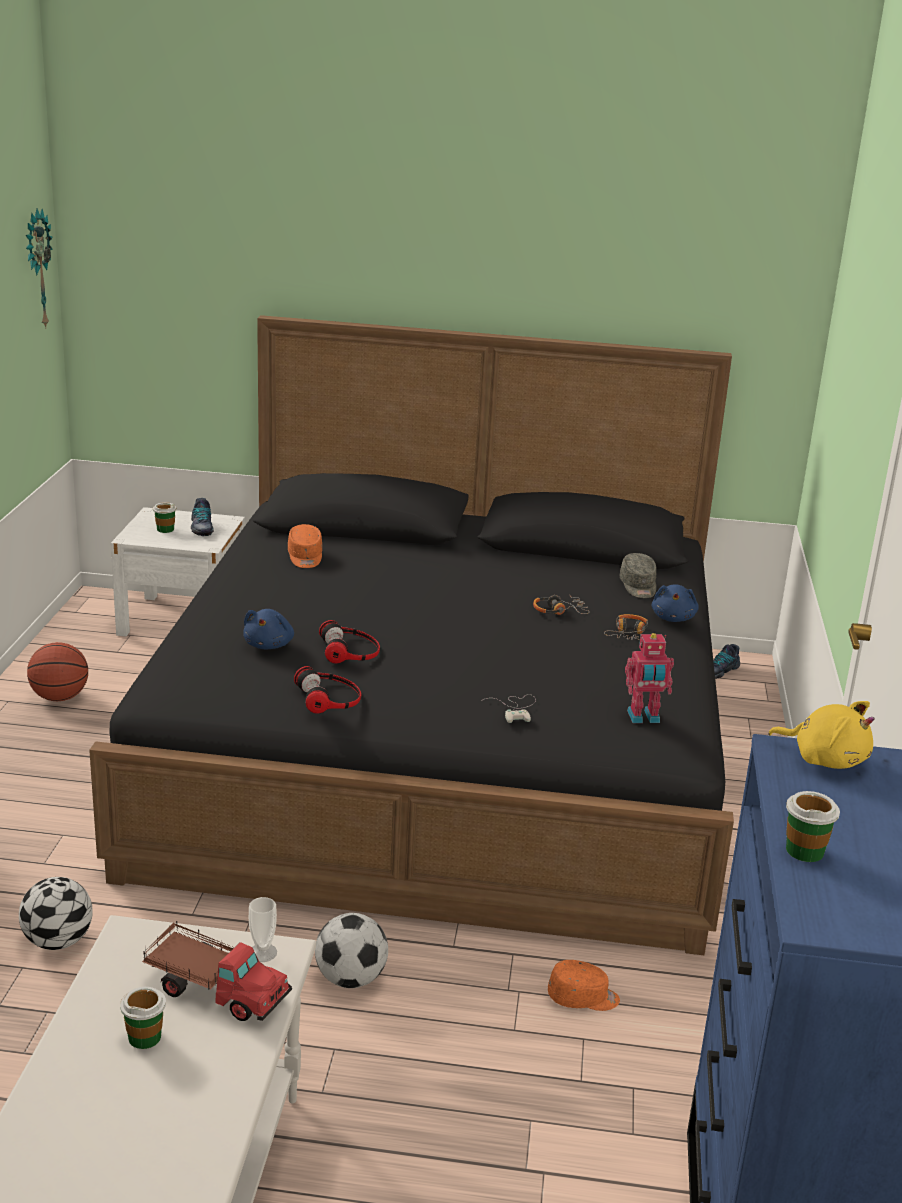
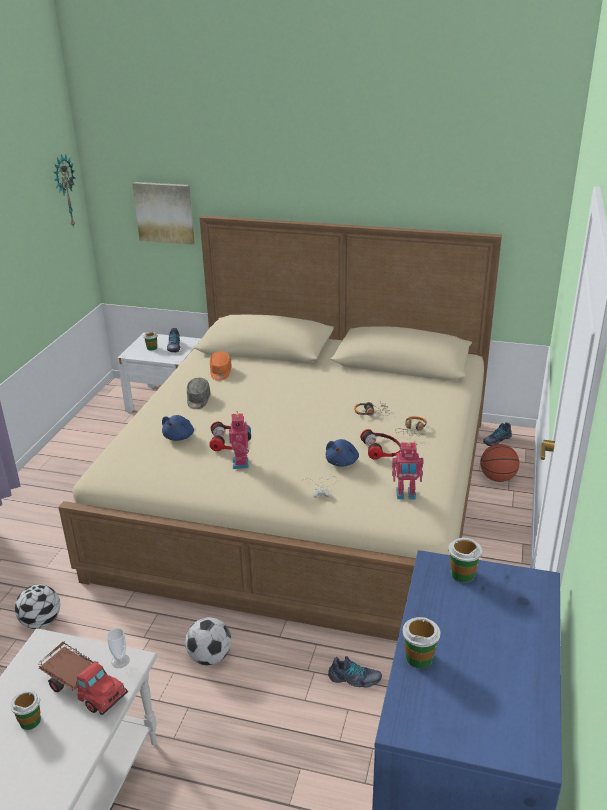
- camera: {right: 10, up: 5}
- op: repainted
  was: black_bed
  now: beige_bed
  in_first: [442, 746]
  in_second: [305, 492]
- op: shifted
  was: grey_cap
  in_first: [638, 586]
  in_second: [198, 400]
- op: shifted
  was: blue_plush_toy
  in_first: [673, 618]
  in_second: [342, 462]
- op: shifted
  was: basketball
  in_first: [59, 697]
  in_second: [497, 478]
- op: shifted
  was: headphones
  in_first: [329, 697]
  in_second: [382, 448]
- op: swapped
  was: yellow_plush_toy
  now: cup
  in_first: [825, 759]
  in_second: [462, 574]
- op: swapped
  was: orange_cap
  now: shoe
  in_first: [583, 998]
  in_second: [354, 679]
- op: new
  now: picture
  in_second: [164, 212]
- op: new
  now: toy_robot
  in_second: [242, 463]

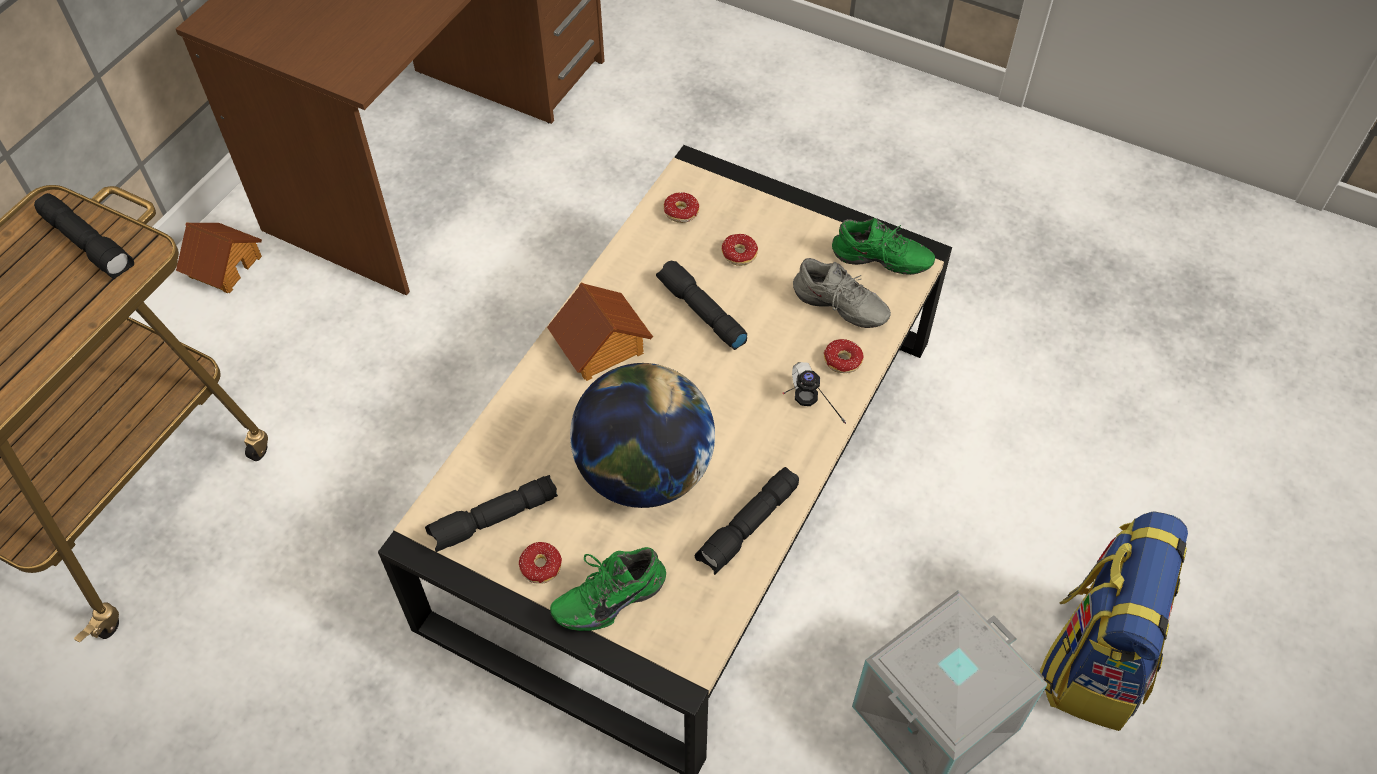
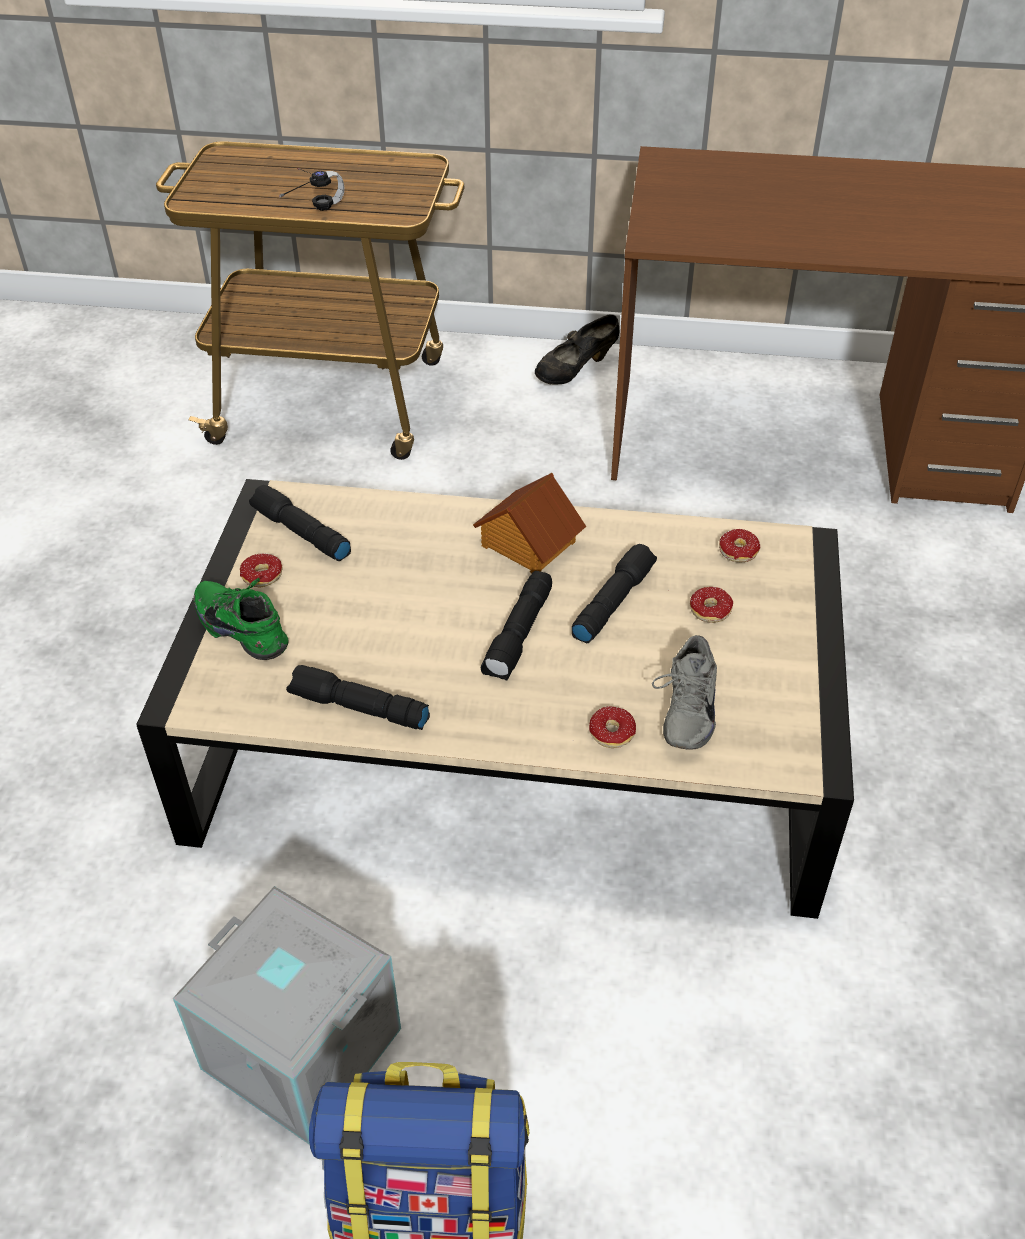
- camera: {right: 70, up: -10}
- op: shifted
  was: black_flashlight
  in_first: [89, 244]
  in_second: [520, 635]
- op: gone
  was: green_shoe
  in_first: [880, 263]
- op: swapped
  was: toy_house
  now: black_shoe
  in_first: [224, 266]
  in_second: [576, 371]
- op: shifted
  was: headphones
  in_first: [804, 414]
  in_second: [308, 209]
- op: gone
  was: globe
  in_first: [644, 472]

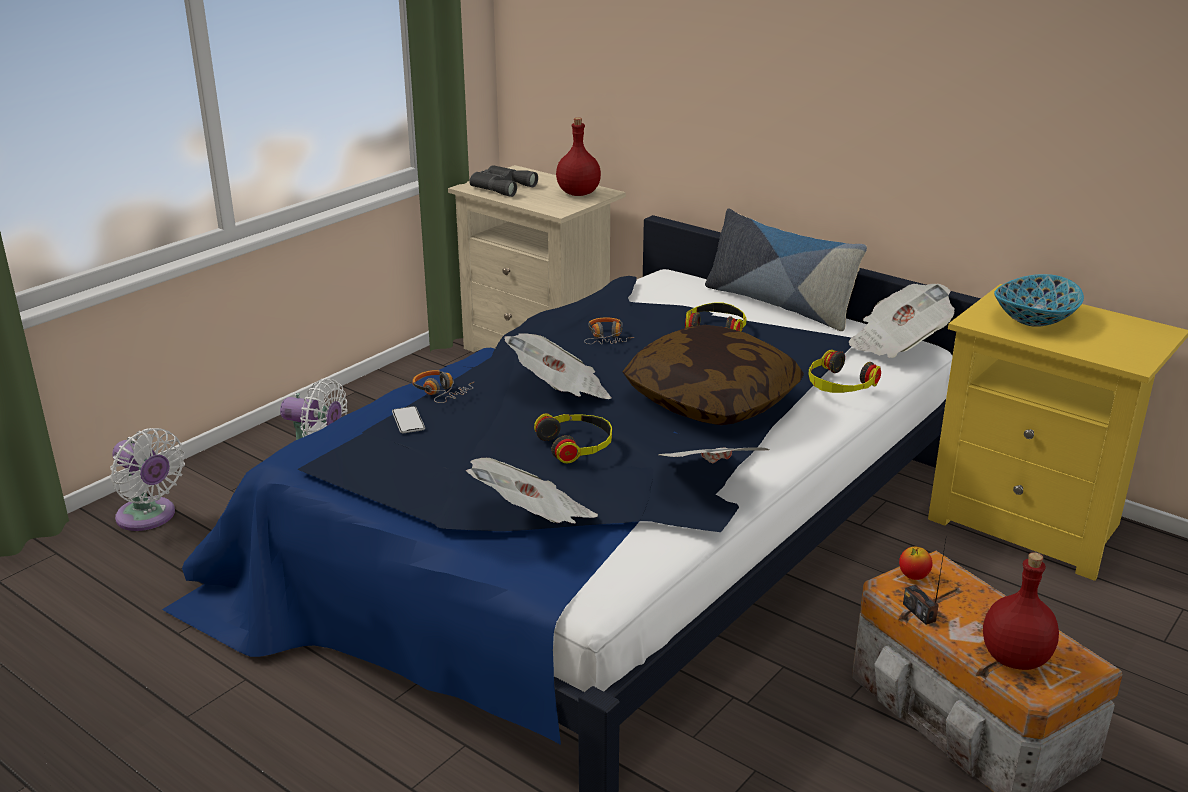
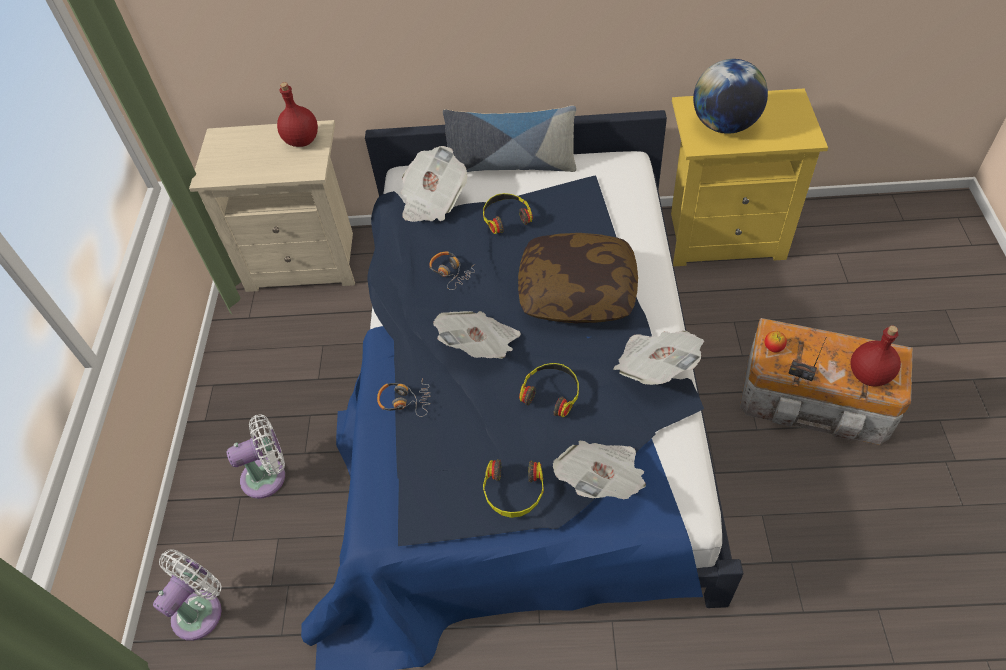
- camera: {right: -35, up: 25}
- op: gone
  was: grey_binoculars
  in_first: [500, 186]
- op: swapped
  was: bowl
  now: globe
  in_first: [1033, 319]
  in_second: [724, 125]
- op: shifted
  was: newspaper
  in_first: [897, 344]
  in_second: [433, 200]
- op: shifted
  was: headphones
  in_first: [839, 384]
  in_second: [513, 492]
- op: gone
  was: phone
  in_first: [408, 421]
- op: rotated
  was: white_fan
  in_first: [149, 517]
  in_second: [201, 610]
  clockwise: -60

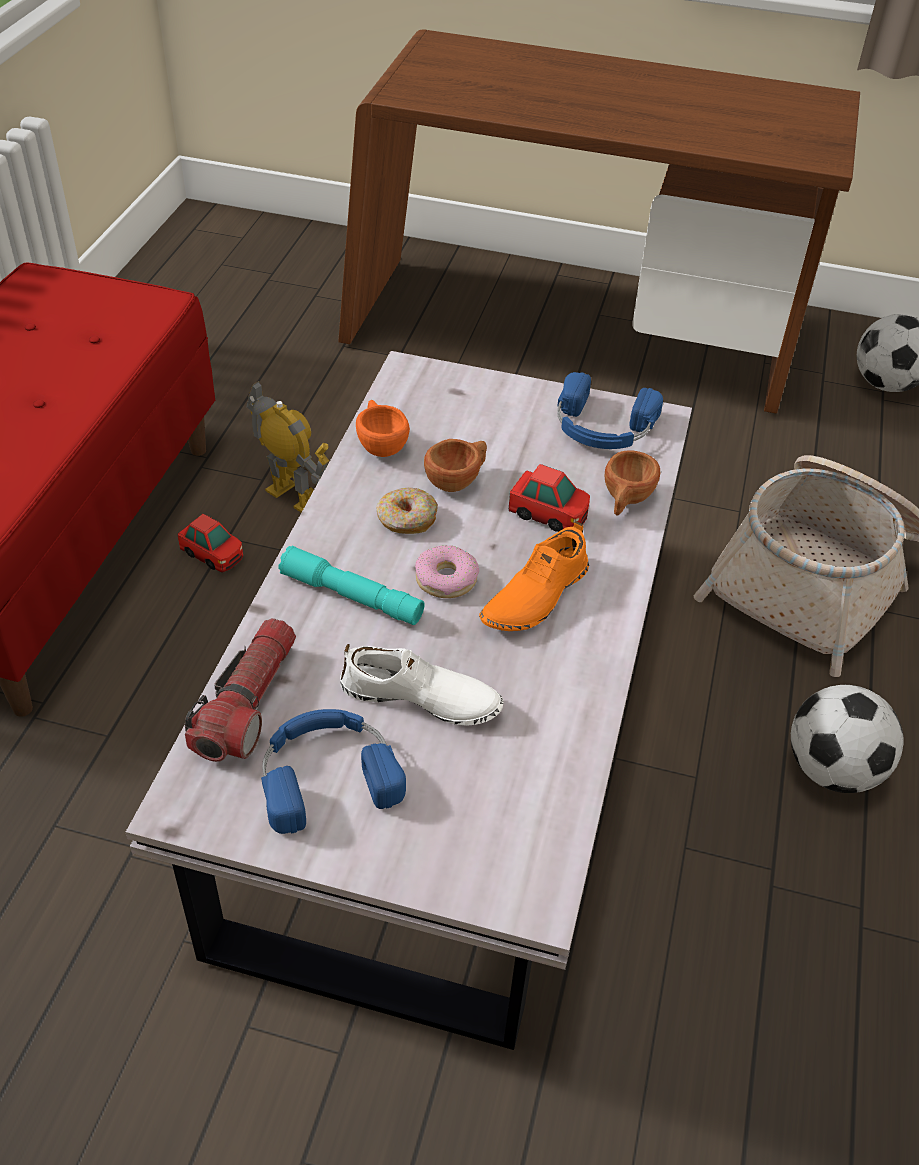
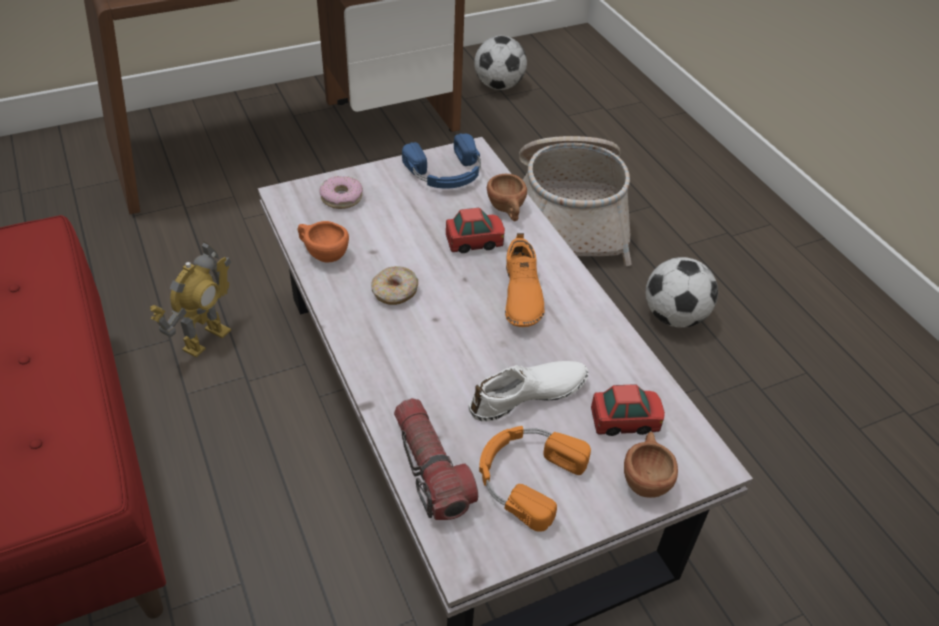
- camera: {right: -40, up: 0}
- op: rotated
  was: toy_robot
  in_first: [293, 497]
  in_second: [206, 339]
  clockwise: 120
- op: shifted
  was: brown_cup
  in_first: [458, 480]
  in_second: [645, 477]
- op: shifted
  was: toy_car
  in_first: [213, 555]
  in_second: [625, 421]
- op: gone
  was: turquoise_flashlight
  in_first: [351, 596]
- op: shifted
  was: donut
  in_first: [446, 579]
  in_second: [341, 198]
- op: repainted
  was: blue_headphones
  now: orange_headphones
  in_first: [326, 773]
  in_second: [526, 476]

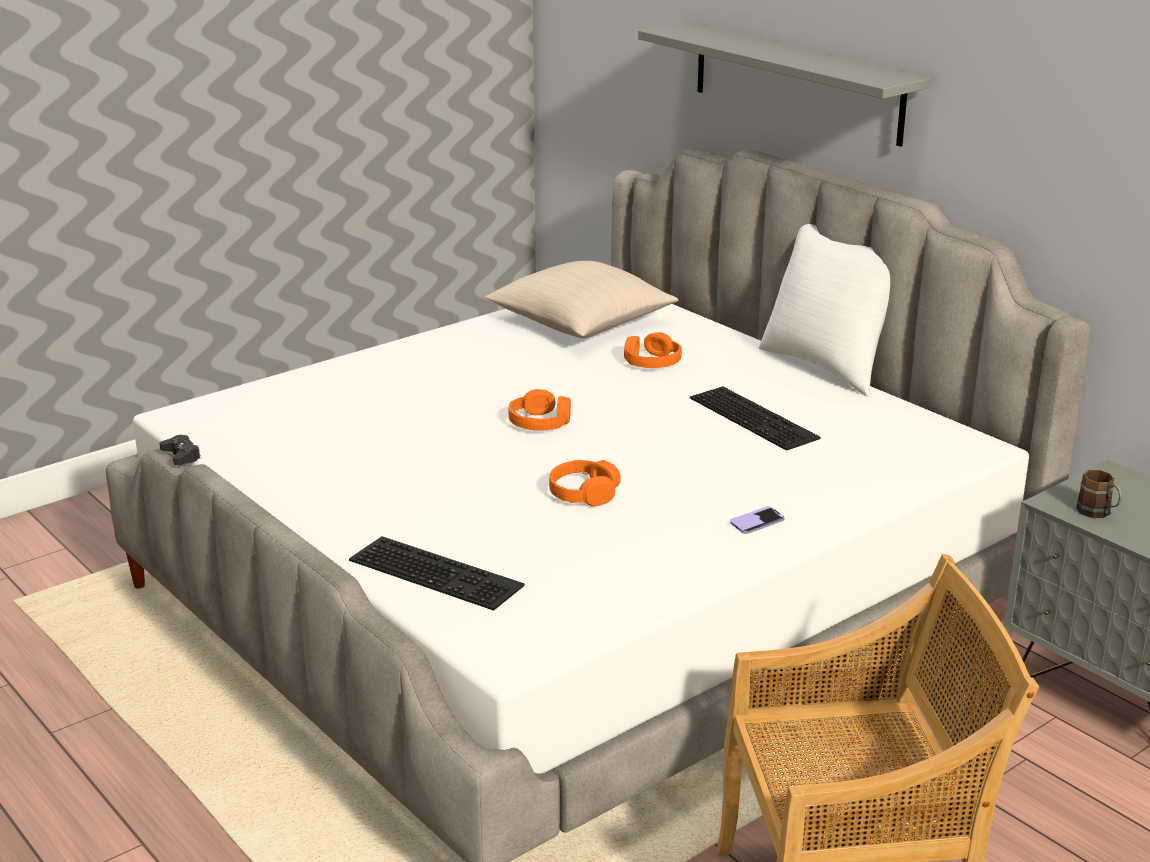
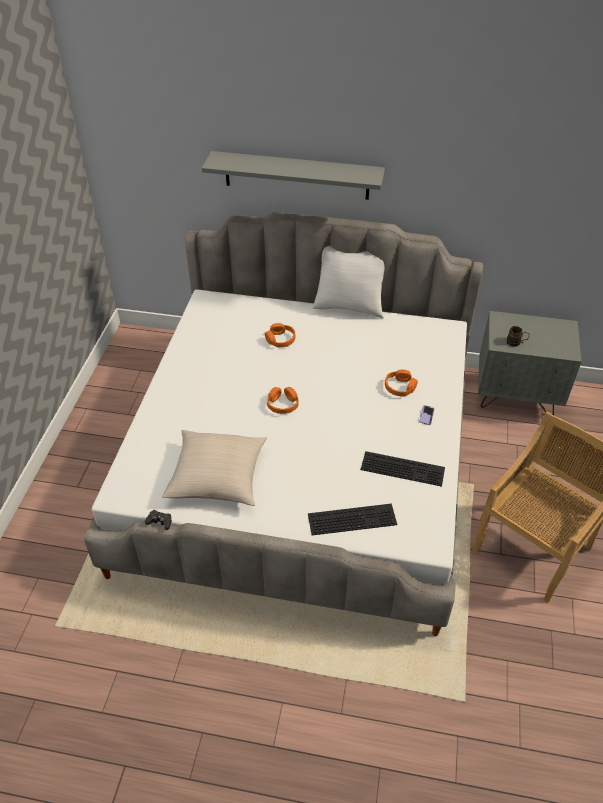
- camera: {right: -40, up: 20}
- op: shifted
  was: beige_pillow
  in_first: [581, 323]
  in_second: [217, 477]
- op: shifted
  was: keyboard
  in_first: [756, 417]
  in_second: [403, 467]
- op: shifted
  was: orange_headphones
  in_first: [583, 493]
  in_second: [400, 387]

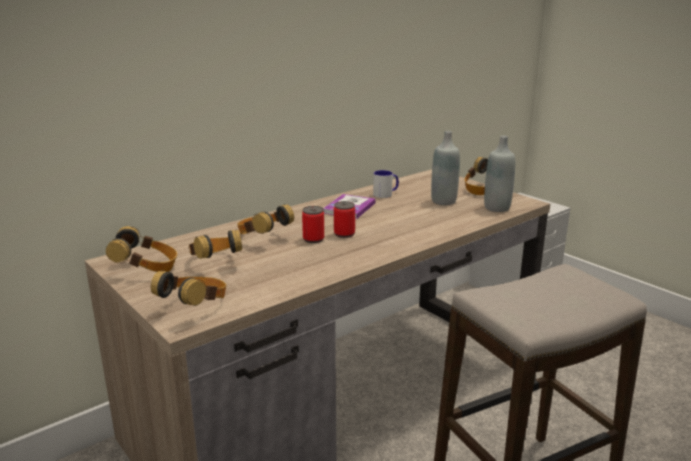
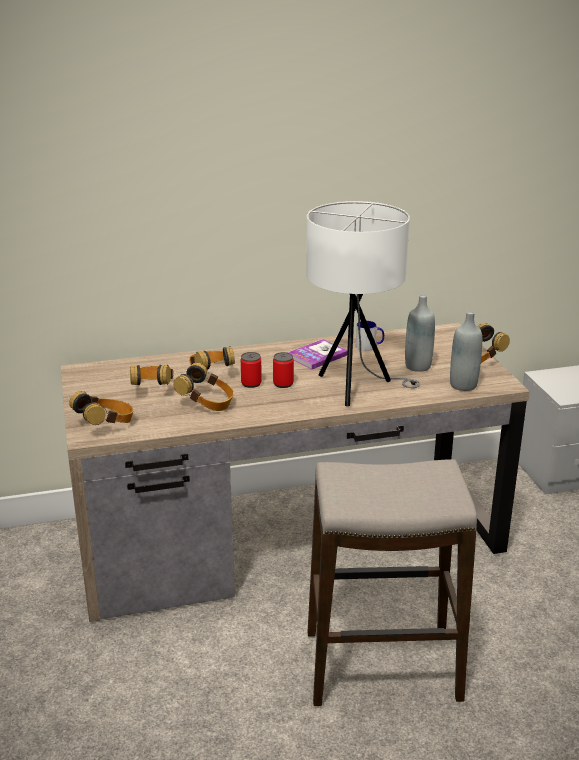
- camera: {right: 25, up: 5}
- op: shifted
  was: headphones
  in_first: [147, 269]
  in_second: [207, 404]
- op: new
  now: white_table_lamp
  in_second: [356, 388]

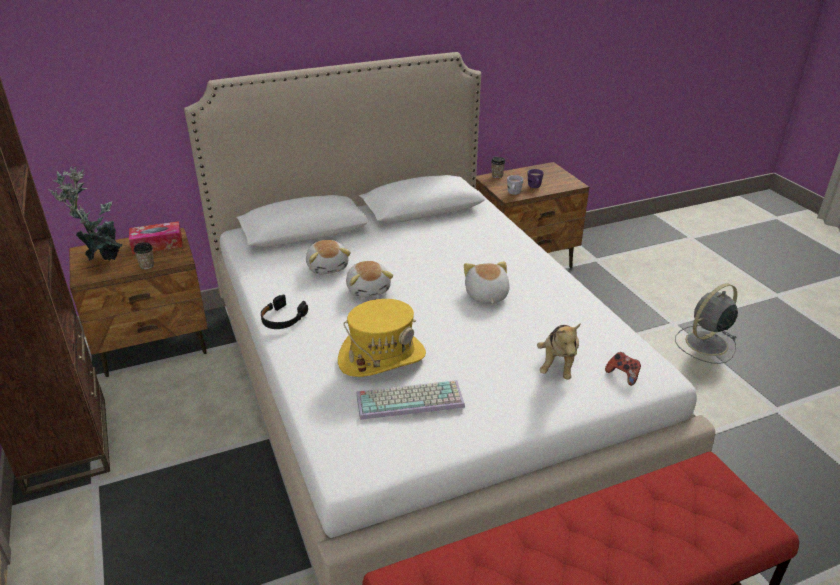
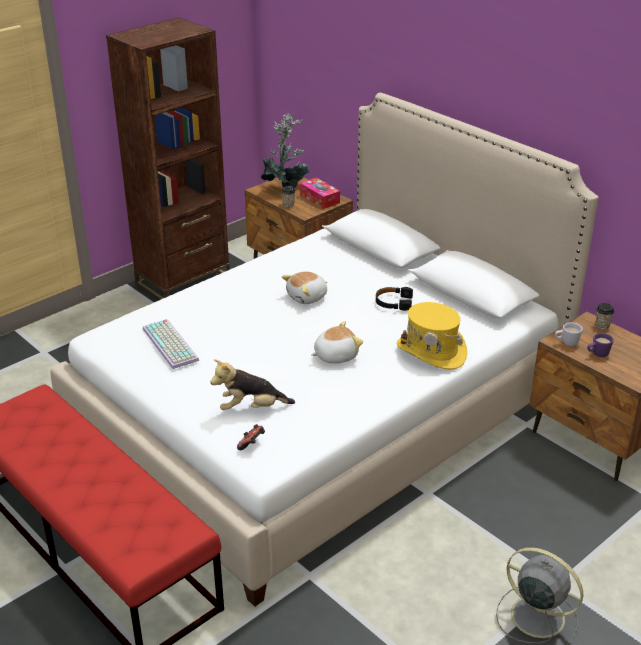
- camera: {right: 70, up: 0}
- op: gone
  was: plush_toy
  in_first: [328, 267]
- op: shifted
  was: black_headphones
  in_first: [282, 318]
  in_second: [393, 302]
- op: shifted
  was: yellow_hat
  in_first: [382, 357]
  in_second: [431, 351]

